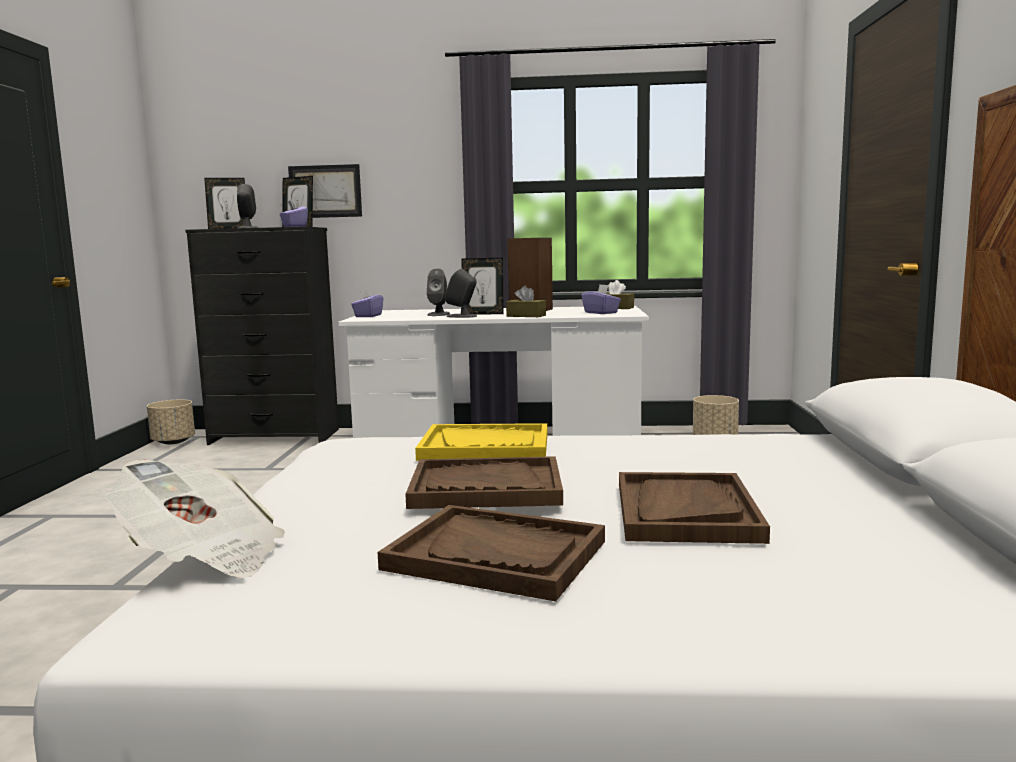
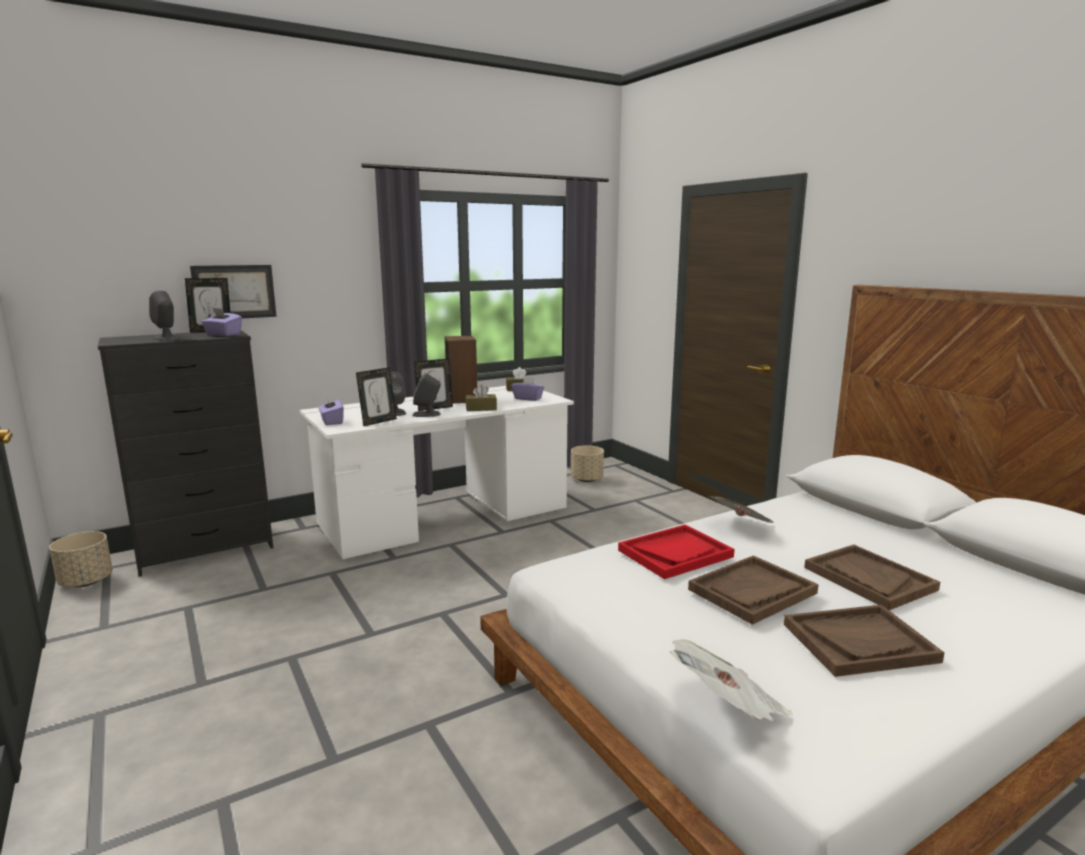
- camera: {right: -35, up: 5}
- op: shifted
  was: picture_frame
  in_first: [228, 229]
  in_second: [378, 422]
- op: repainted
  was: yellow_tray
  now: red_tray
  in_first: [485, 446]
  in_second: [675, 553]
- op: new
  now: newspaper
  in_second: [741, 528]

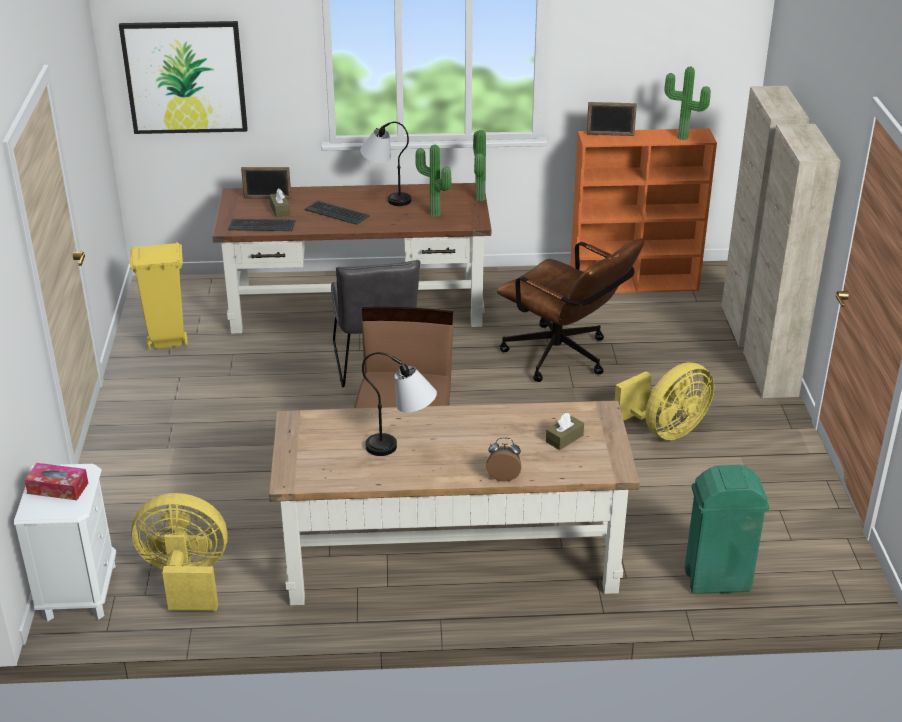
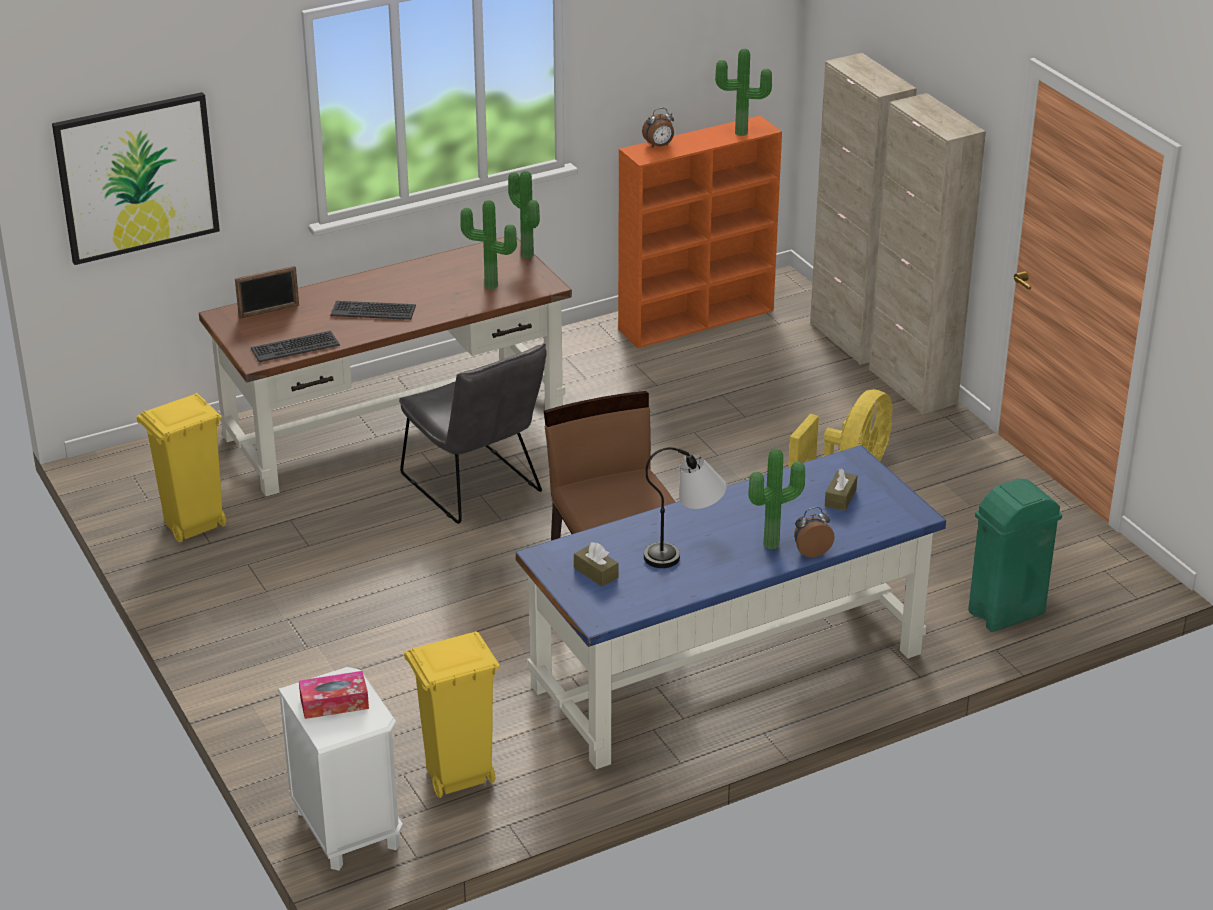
- camera: {right: -25, up: 0}
- op: swapped
  was: picture_frame
  now: alarm_clock
  in_first: [610, 135]
  in_second: [659, 146]
- op: gone
  was: table_lamp
  in_first: [386, 196]
- op: shifted
  was: brown_tissue_box
  in_first: [280, 210]
  in_second: [596, 573]
- op: gone
  was: brown_office_chair
  in_first: [564, 358]
- op: repainted
  was: brown_desk
  now: blue_desk
  in_first: [450, 558]
  in_second: [726, 671]
- op: swapped
  was: yellow_fan
  now: yellow_trash_can
  in_first: [186, 578]
  in_second: [457, 778]
- op: new
  now: potted_plant
  in_second: [773, 546]

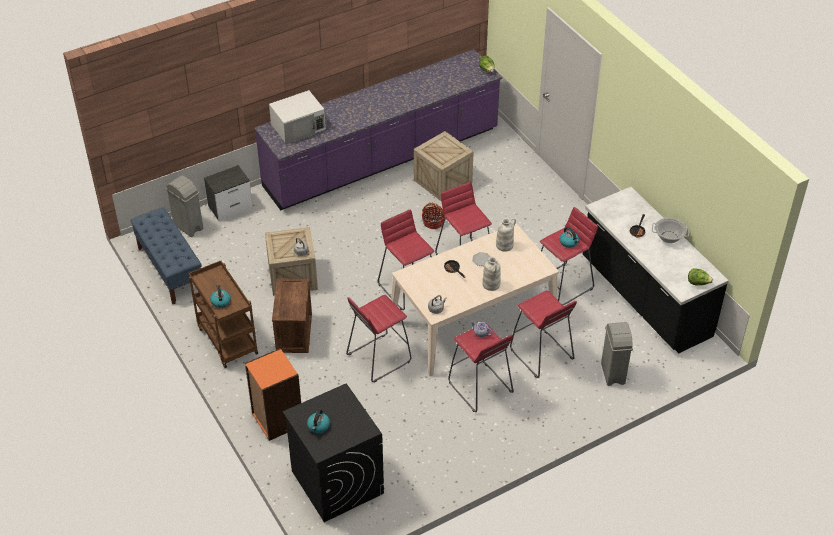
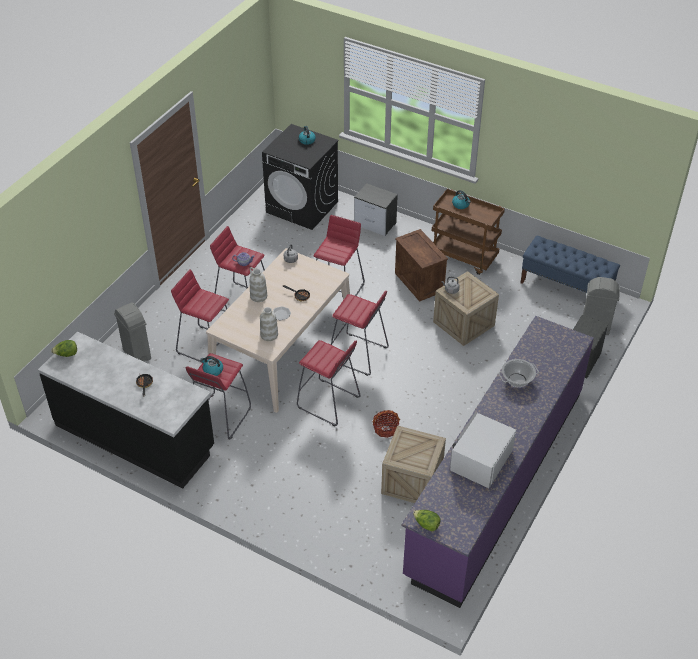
- camera: {right: 150, up: 0}
- op: shifted
  was: white_microwave
  in_first: [298, 127]
  in_second: [480, 460]
- op: shifted
  was: cooking_pot
  in_first: [669, 237]
  in_second: [517, 380]
- op: swapped
  was: orange_bookcase
  now: nightstand
  in_first: [277, 419]
  in_second: [375, 224]

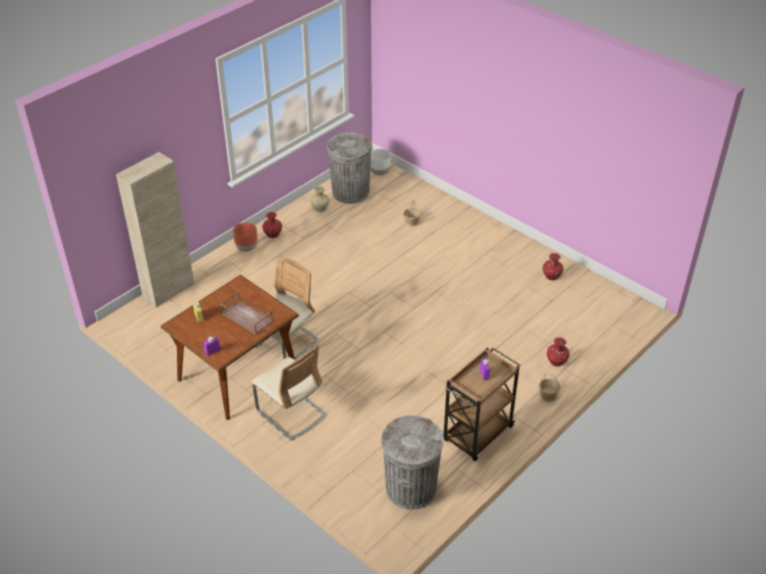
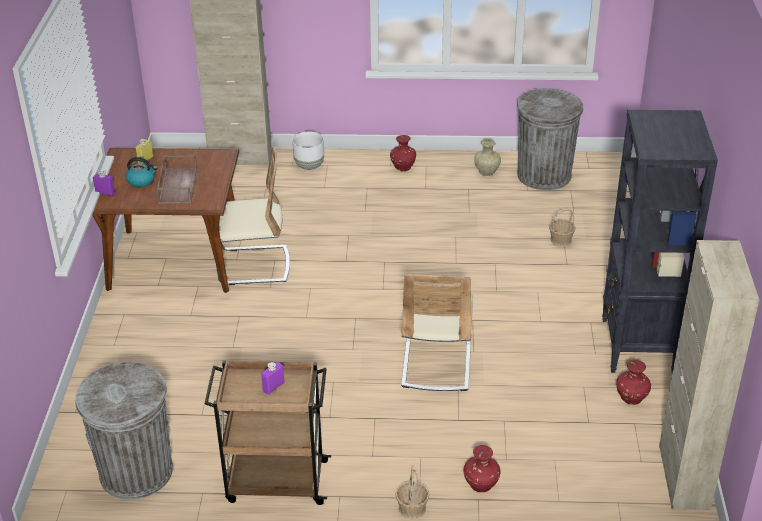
- camera: {right: 50, up: -5}
- op: shifted
  was: white_planter
  in_first: [379, 172]
  in_second: [309, 166]
- op: gone
  was: brown_planter
  in_first: [247, 248]
- op: shifted
  was: beige_chair
  in_first: [291, 413]
  in_second: [436, 364]
- op: new
  now: black_bookcase
  in_second: [637, 346]
- op: new
  now: kettle
  in_second: [141, 181]
- op: new
  now: beige_cabinet
  in_second: [683, 477]

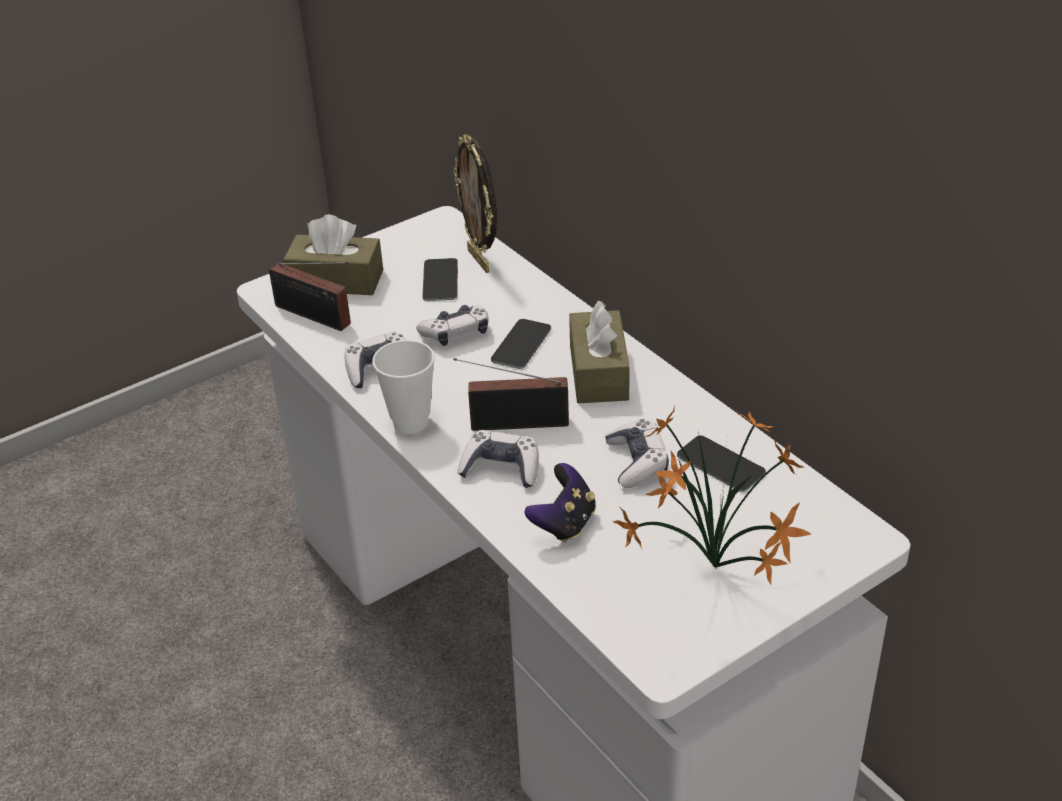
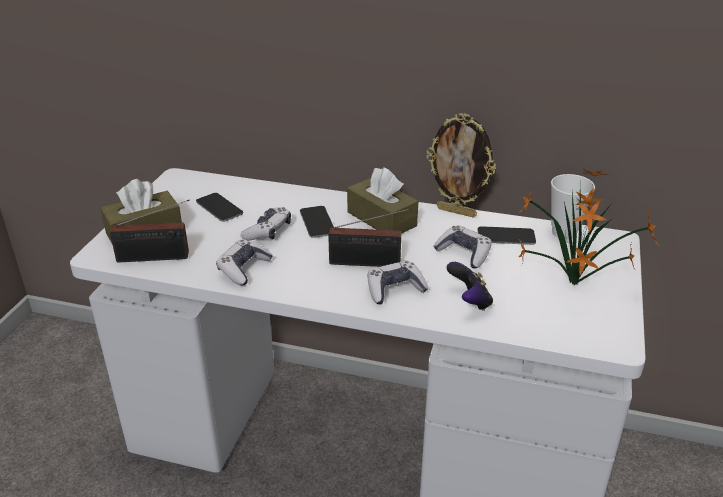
- camera: {right: -40, up: -5}
- op: shifted
  was: picture_frame
  in_first: [480, 260]
  in_second: [457, 211]
- op: shifted
  was: cup
  in_first: [410, 422]
  in_second: [564, 233]
- op: rotated
  was: radio
  in_first: [514, 423]
  in_second: [369, 263]
  clockwise: -135

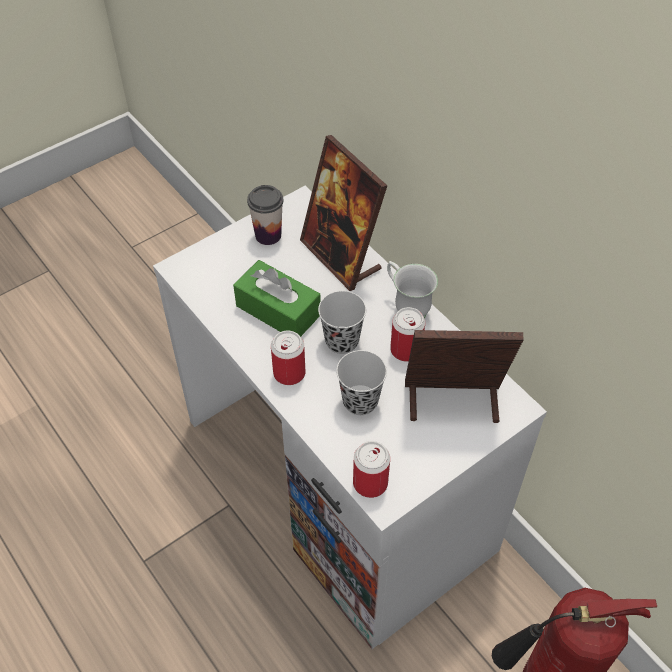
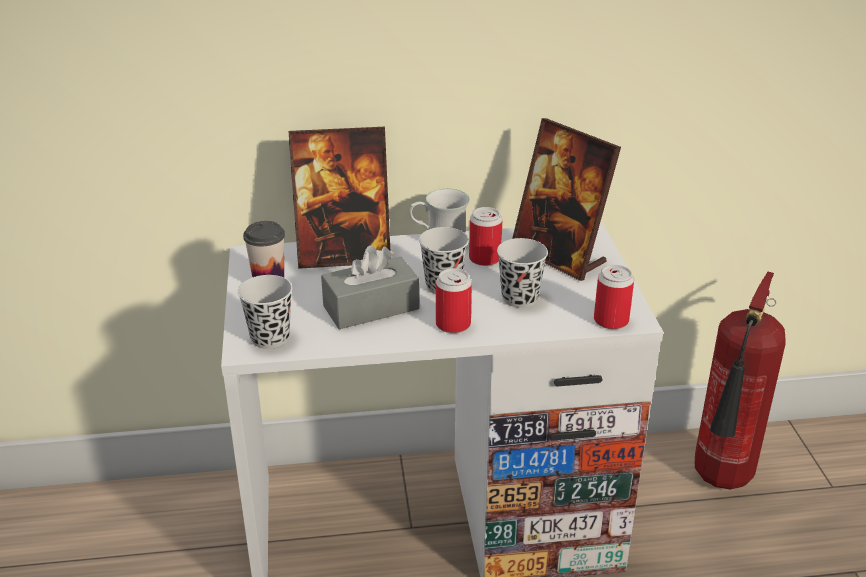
- camera: {right: -60, up: -20}
- op: repainted
  was: green_tissue_box
  now: grey_tissue_box
  in_first: [278, 310]
  in_second: [371, 307]
- op: rotated
  was: picture_frame
  in_first: [452, 402]
  in_second: [559, 256]
  clockwise: -75
- op: new
  now: black_cup
  in_second: [270, 338]

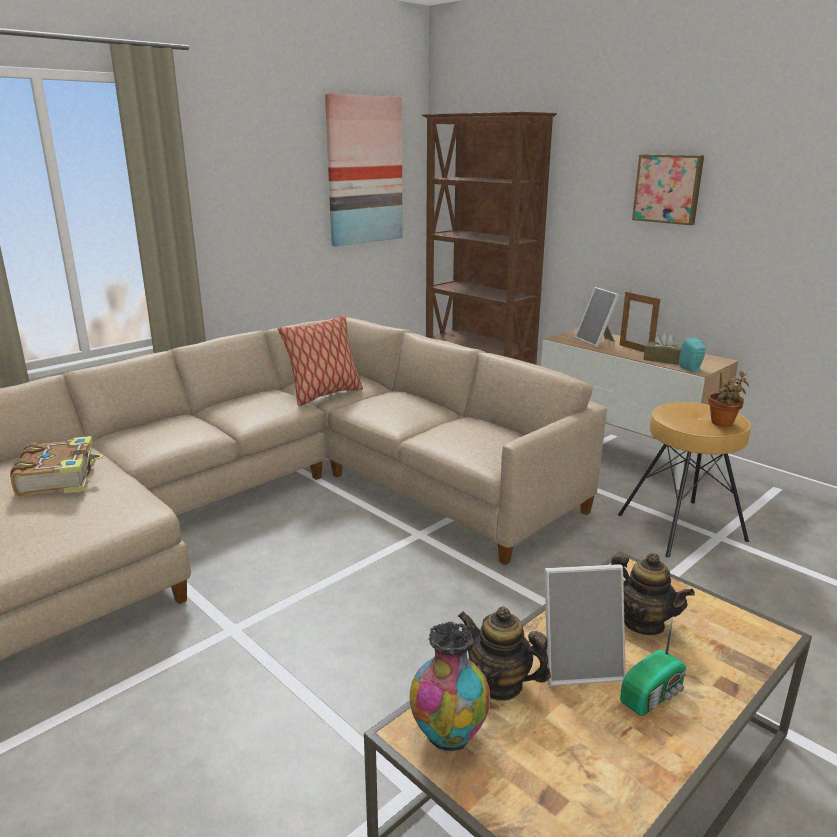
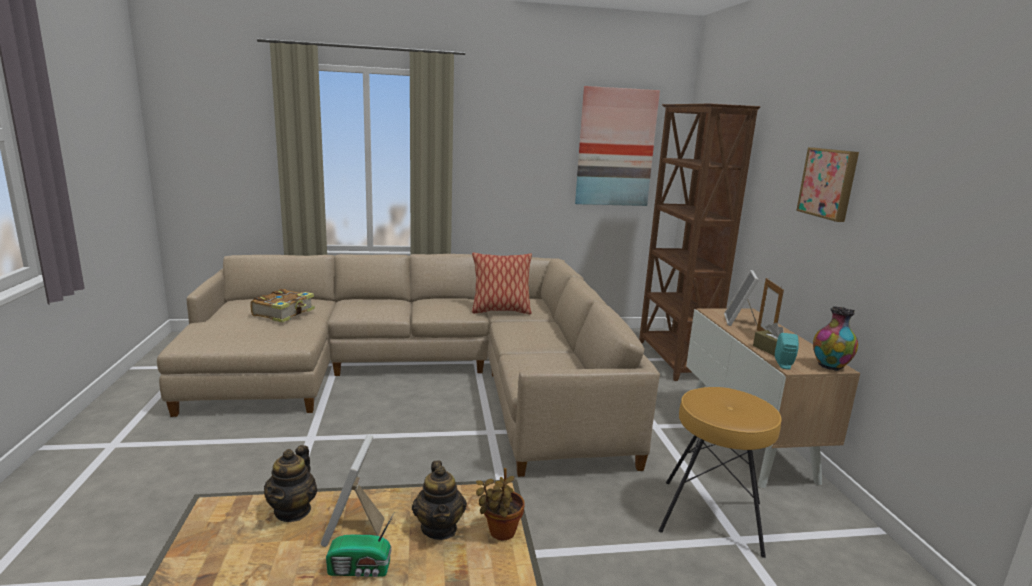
- camera: {right: 35, up: -5}
- op: shifted
  was: potted_plant
  in_first: [722, 424]
  in_second: [500, 533]
- op: rotated
  was: picture_frame
  in_first: [579, 664]
  in_second: [353, 527]
  clockwise: 60
- op: rotated
  was: teapot
  in_first: [499, 684]
  in_second: [293, 510]
  clockwise: -150
- op: shifted
  was: vase
  in_first: [449, 733]
  in_second: [830, 366]

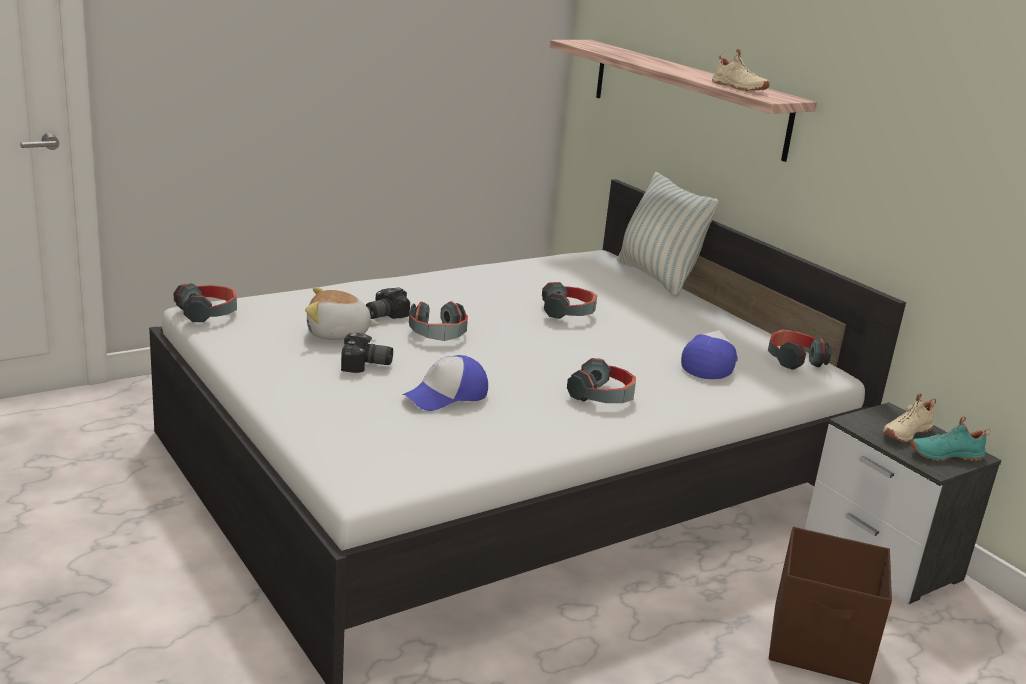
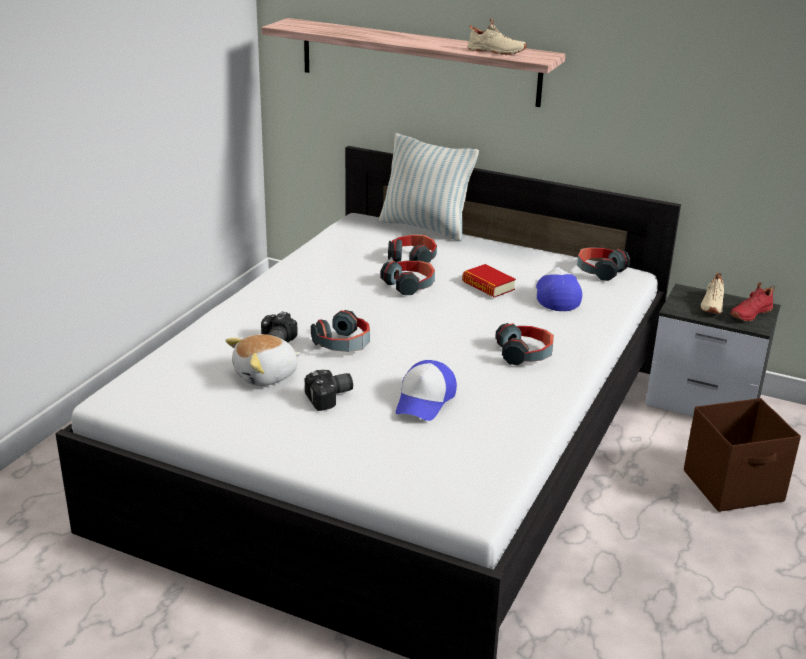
- camera: {right: -30, up: 5}
- op: shifted
  was: headphones
  in_first: [208, 313]
  in_second: [413, 258]
- op: repainted
  was: turquoise_shoe
  now: red_shoe
  in_first: [945, 454]
  in_second: [749, 313]
- op: new
  now: book
  in_second: [488, 286]

